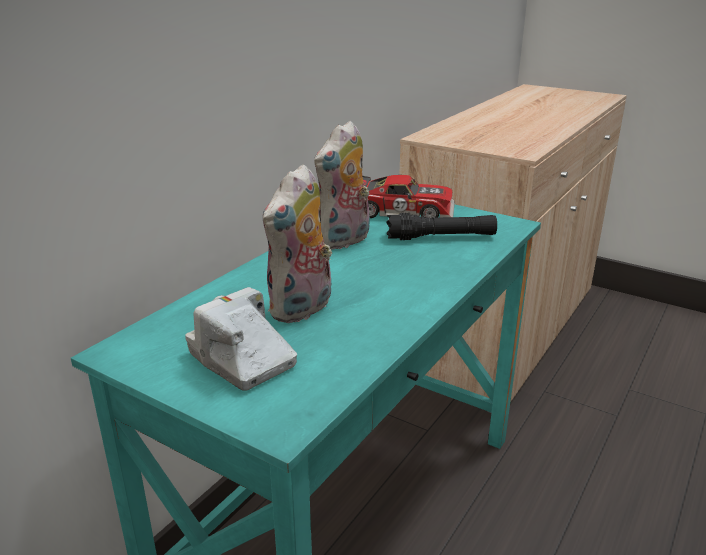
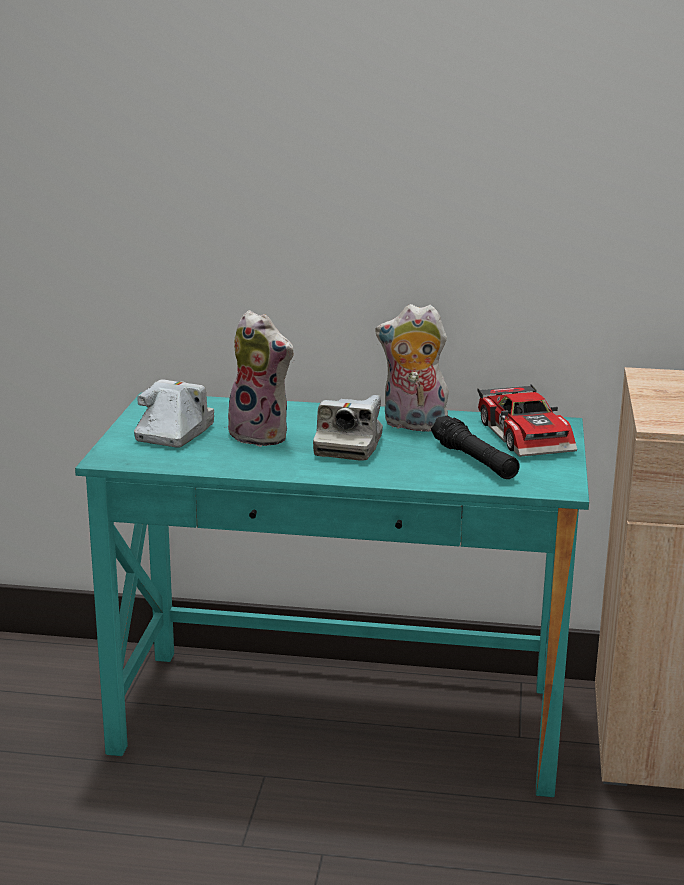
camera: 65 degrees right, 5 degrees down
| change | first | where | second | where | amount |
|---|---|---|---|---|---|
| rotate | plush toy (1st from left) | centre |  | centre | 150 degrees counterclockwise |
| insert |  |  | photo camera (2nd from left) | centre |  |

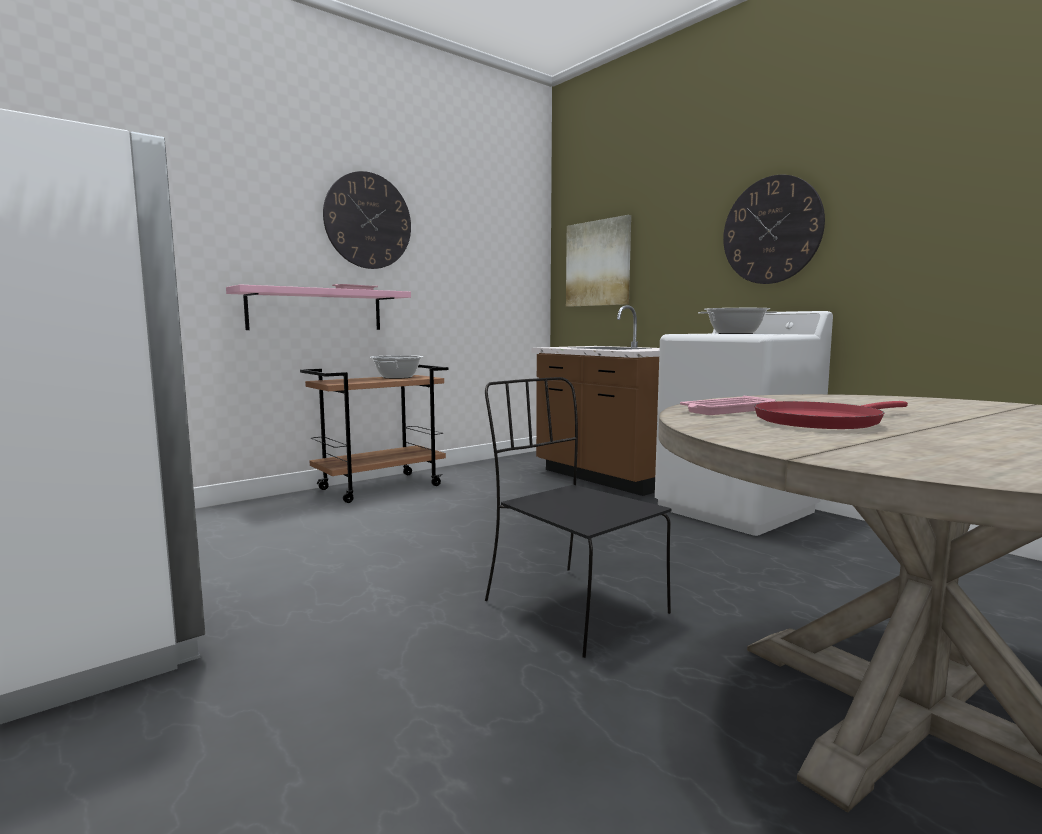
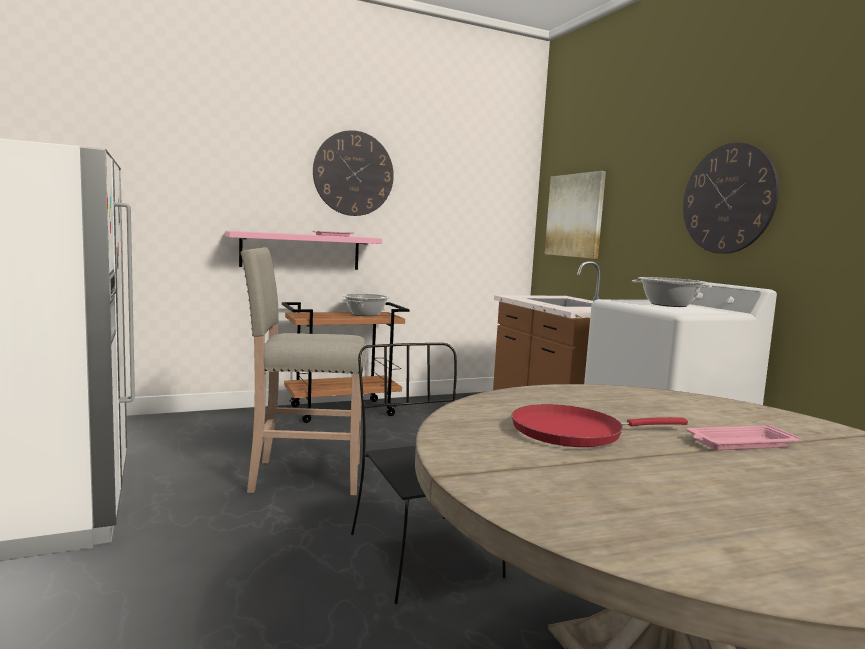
camera: 15 degrees right, 0 degrees up
| change | first | where | second | where | amount |
|---|---|---|---|---|---|
| insert |  |  | beige stool | centre |  |
| move | pink tray (2nd from left) | middle right |  | bottom right |  |

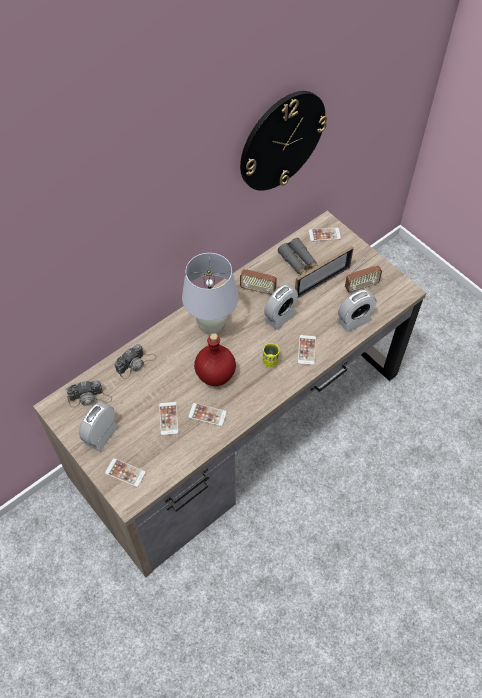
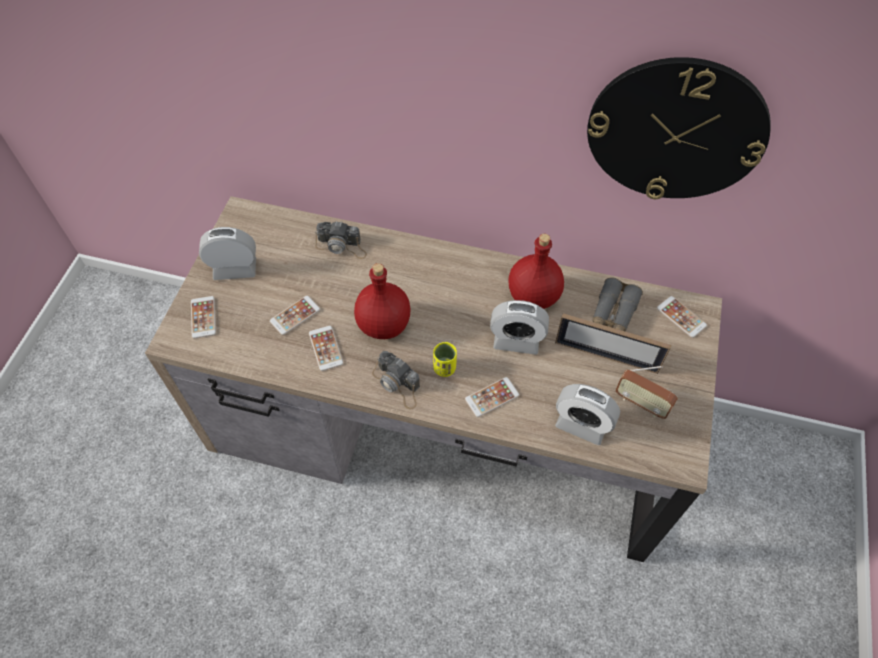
camera: 55 degrees right, 0 degrees up
| change | first | where | second | where | amount |
|---|---|---|---|---|---|
| move | photo camera (1st from left in the first image) | middle left | photo camera (2nd from left) | centre |  |
| replace | radio (1st from left) | centre | red bottle (2nd from left) | centre |  |
| delete | white table lamp | centre |  |  |  |

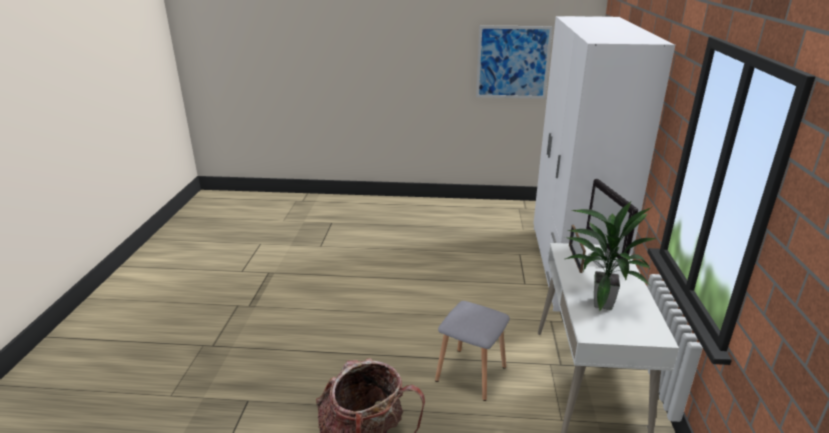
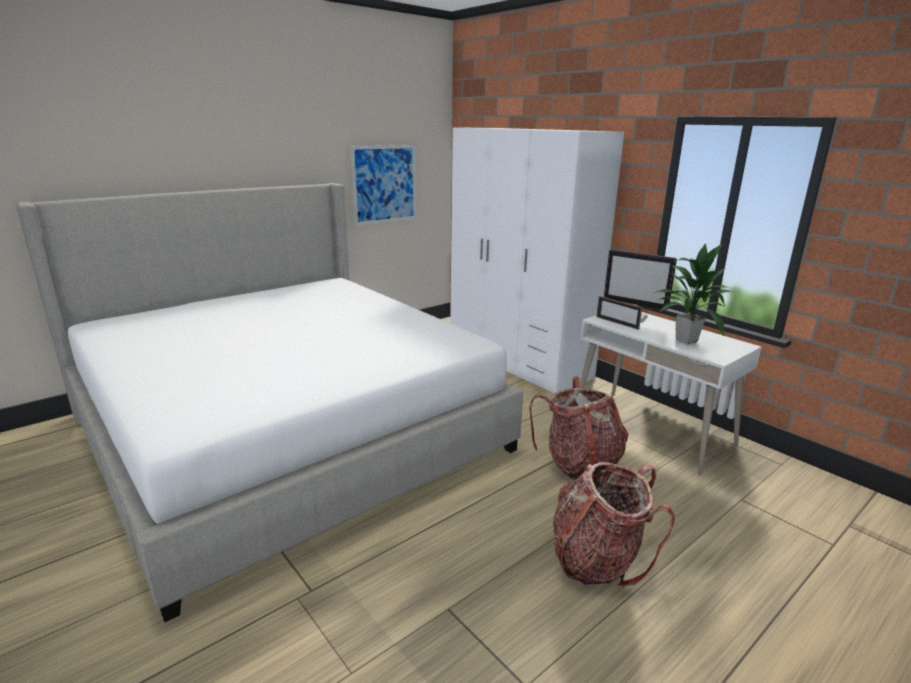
camera: 45 degrees left, 5 degrees down
| change | first | where | second | where | amount |
|---|---|---|---|---|---|
| insert |  |  | bed | middle left |  |
| replace | grey stool | bottom centre | backpack (1st from left) | centre |  |

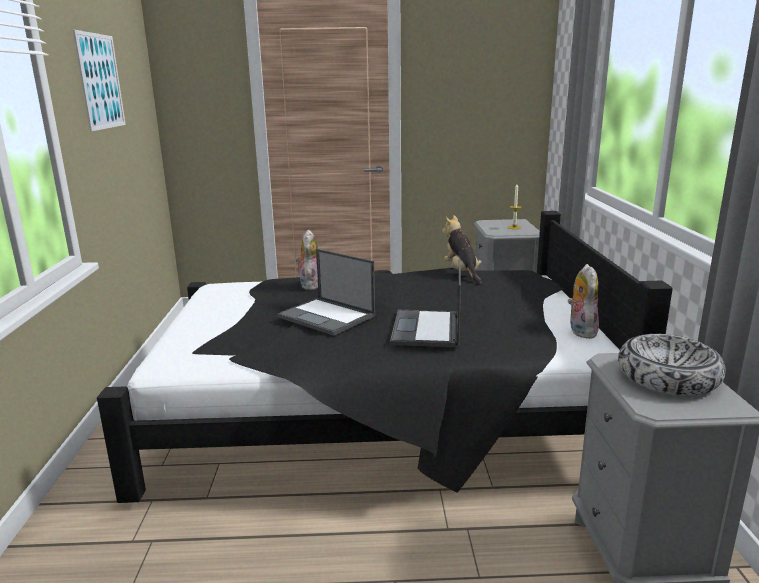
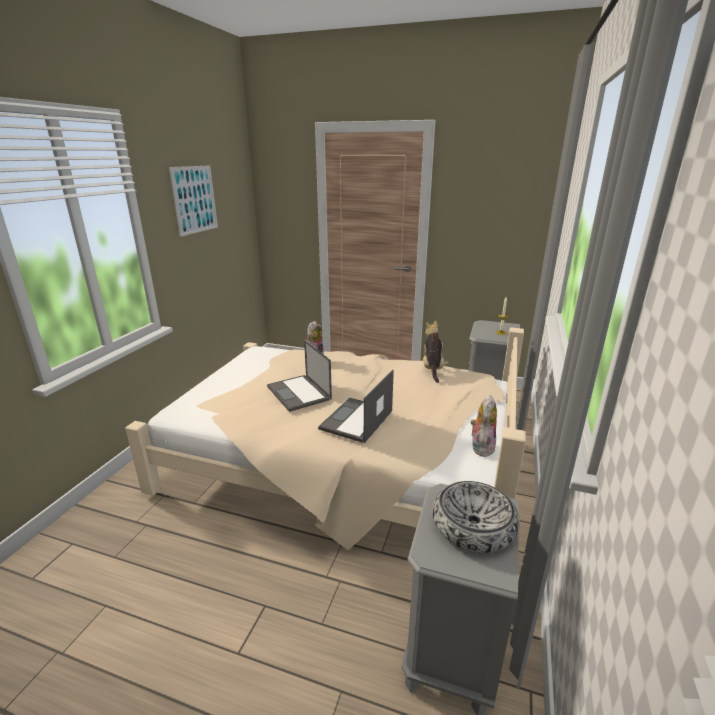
camera: 20 degrees right, 5 degrees up
| change | first | where | second | where | amount |
|---|---|---|---|---|---|
| recolor | black bed | centre | beige bed | centre |  |

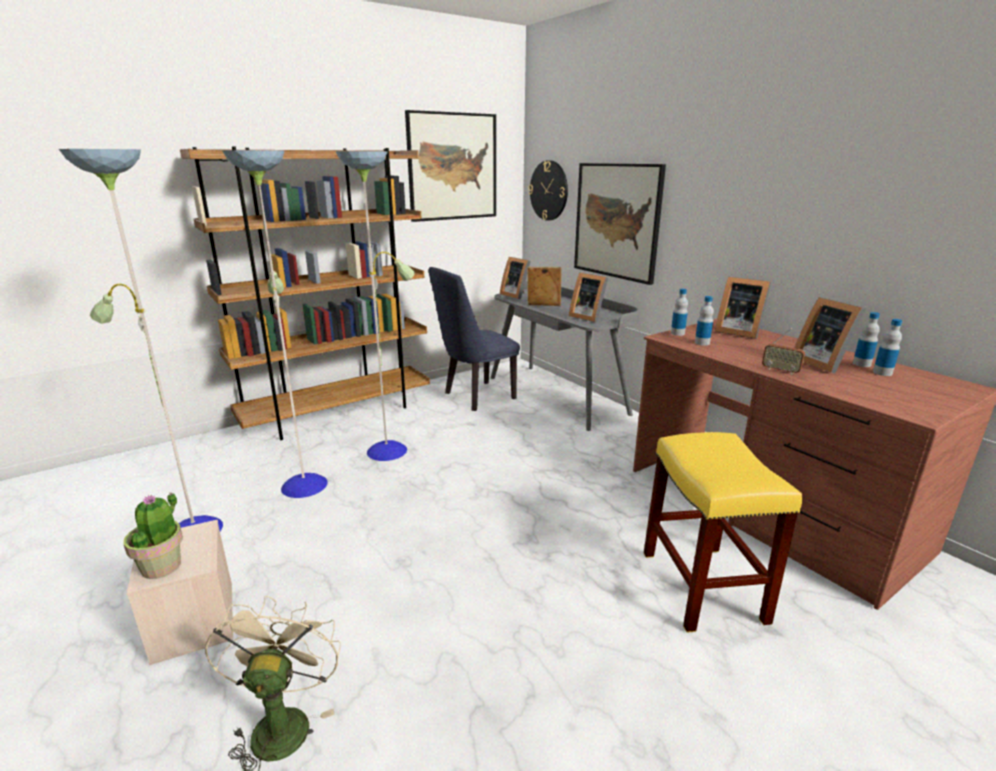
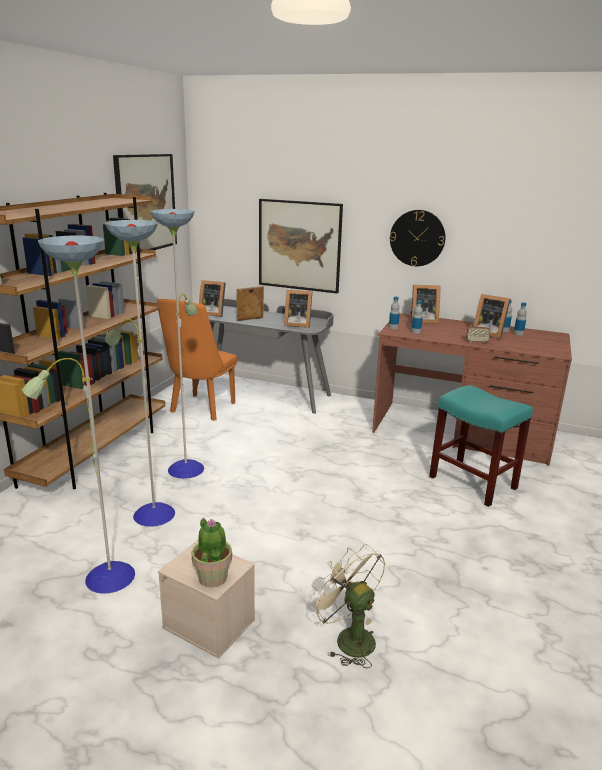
camera: 35 degrees left, 0 degrees up
| change | first | where | second | where | amount |
|---|---|---|---|---|---|
| recolor | blue chair | centre | orange chair | middle left |  |
| move | wall clock | top centre |  | top right |  |
| recolor | yellow stool | bottom right | turquoise stool | middle right |  |

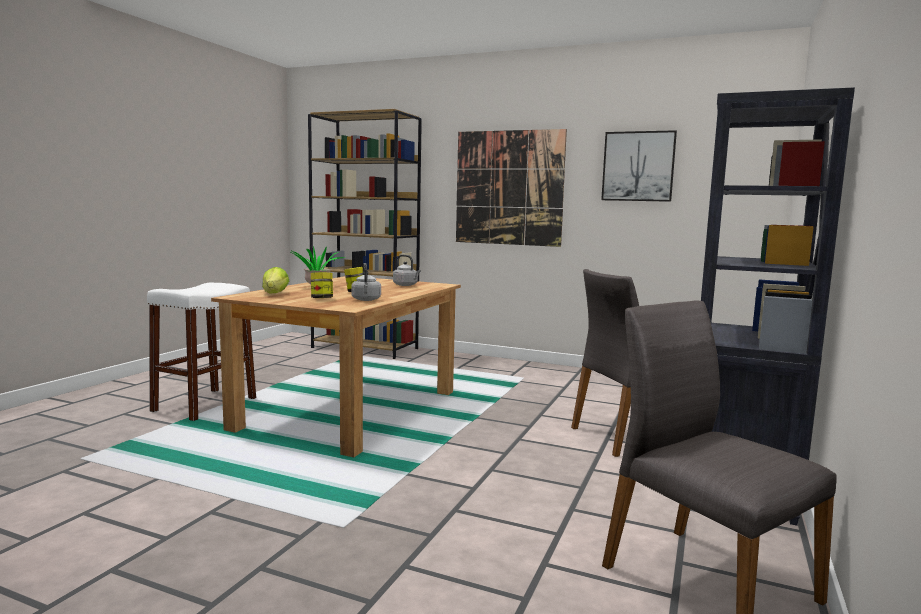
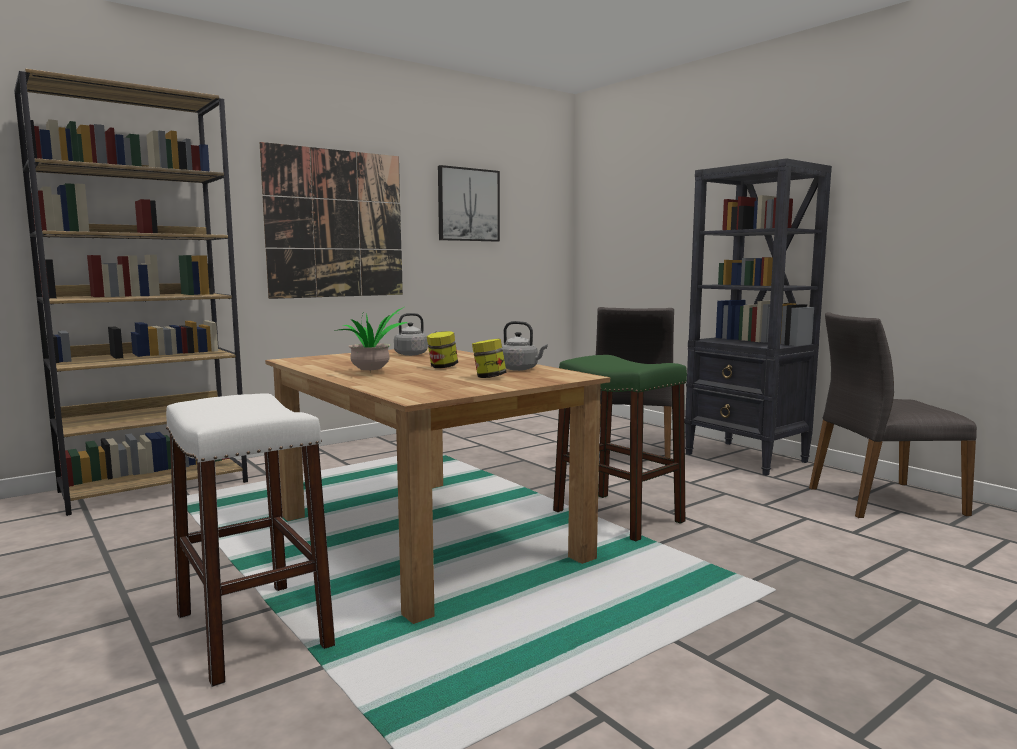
camera: 60 degrees left, 0 degrees up
| change | first | where | second | where | amount |
|---|---|---|---|---|---|
| insert |  |  | green stool | centre |  |
| delete | lettuce | middle left |  |  |  |

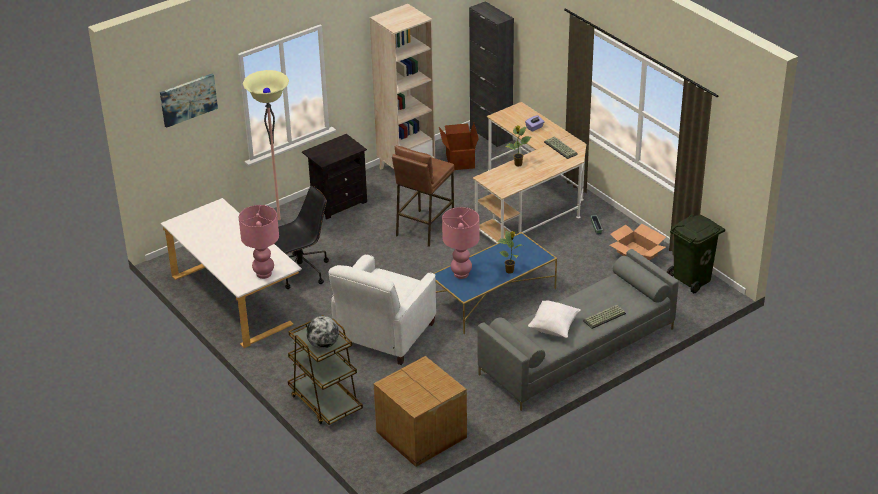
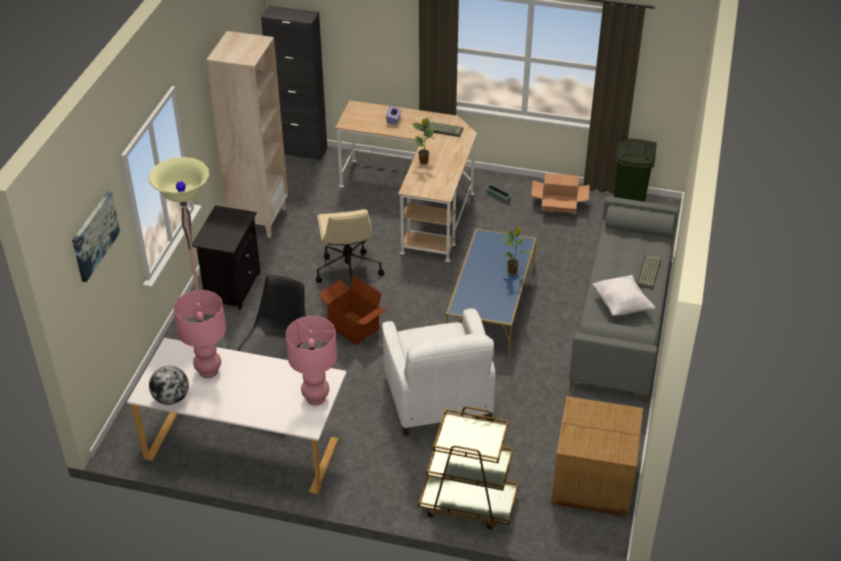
camera: 40 degrees left, 5 degrees up
| change | first | where | second | where | amount |
|---|---|---|---|---|---|
| move | globe | bottom centre |  | bottom left |  |
| move | pink table lamp (2nd from left in the first image) | centre | pink table lamp (1st from left) | middle left |  |
| replace | brown stool | centre | beige office chair | centre |  |
| move | cardboard box (2nd from left in the first image) | top centre | cardboard box (1st from left) | centre |  |

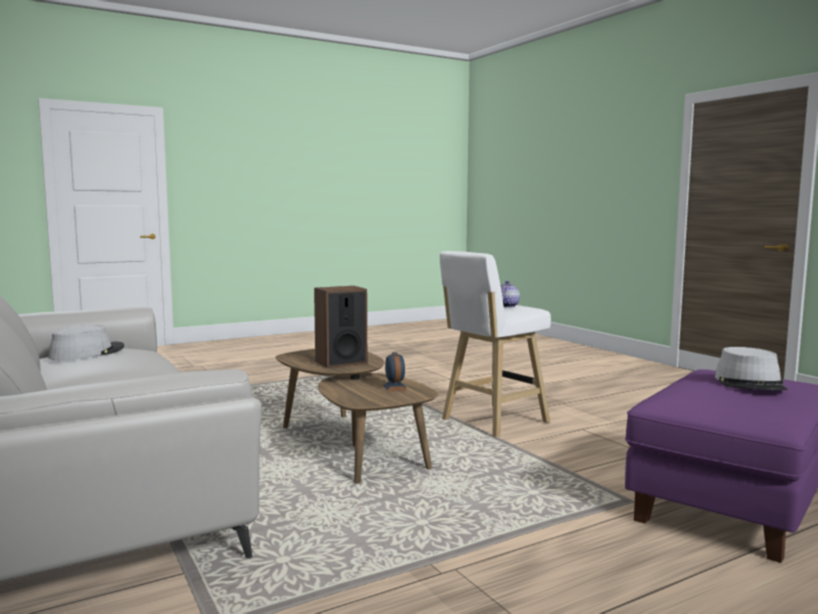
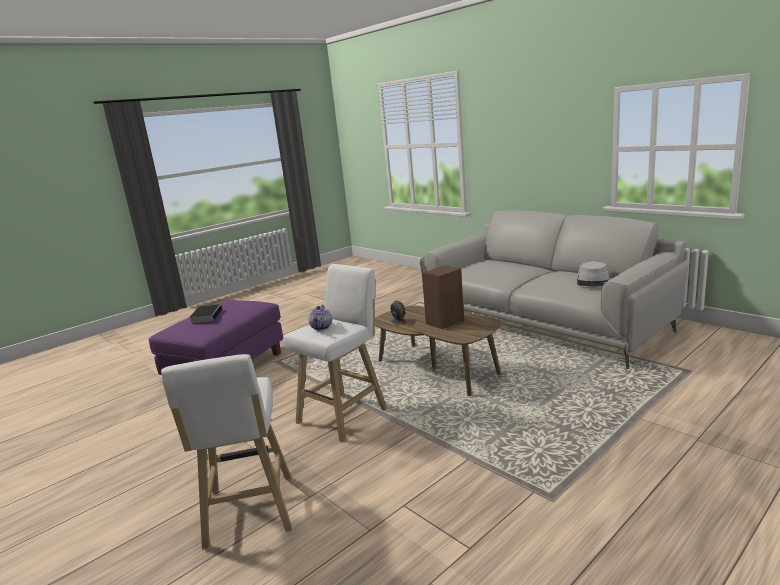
camera: 170 degrees right, 10 degrees up
| change | first | where | second | where | amount |
|---|---|---|---|---|---|
| insert |  |  | white stool (1st from left) | bottom left |  |
| replace | grey hat (2nd from left) | middle right | book | middle left |  |

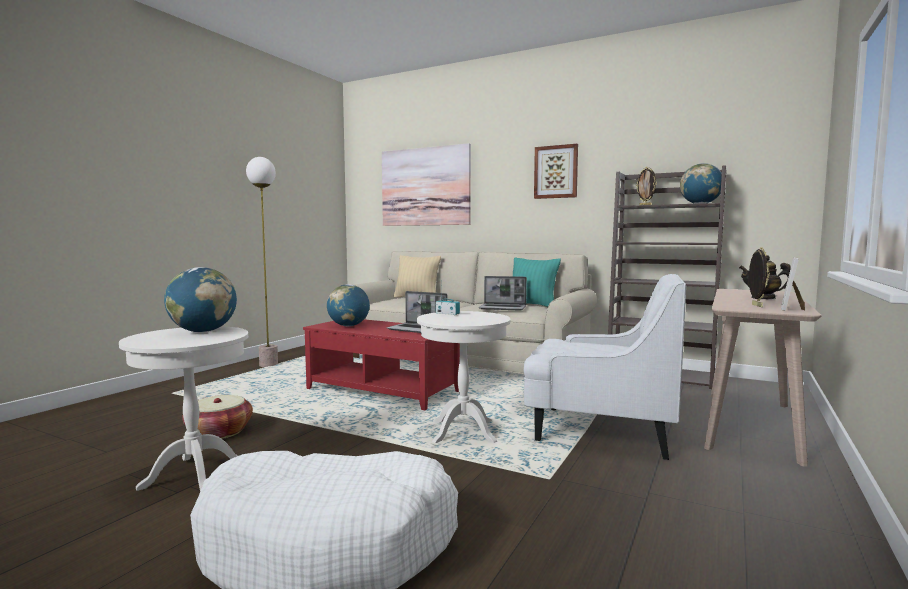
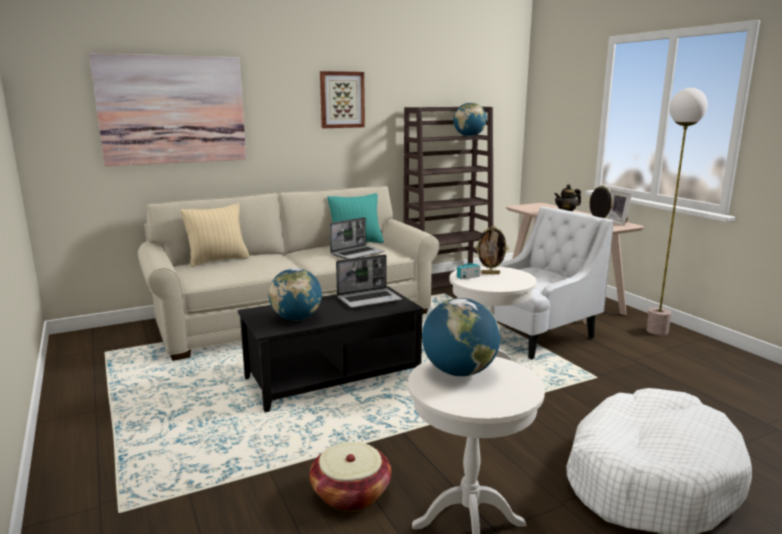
camera: 55 degrees left, 10 degrees up
| change | first | where | second | where | amount |
|---|---|---|---|---|---|
| recolor | red coffee table | centre | black coffee table | centre |  |
| move | picture frame (1st from left) | top right |  | centre |  |
| move | floor lamp | middle left |  | middle right |  |

